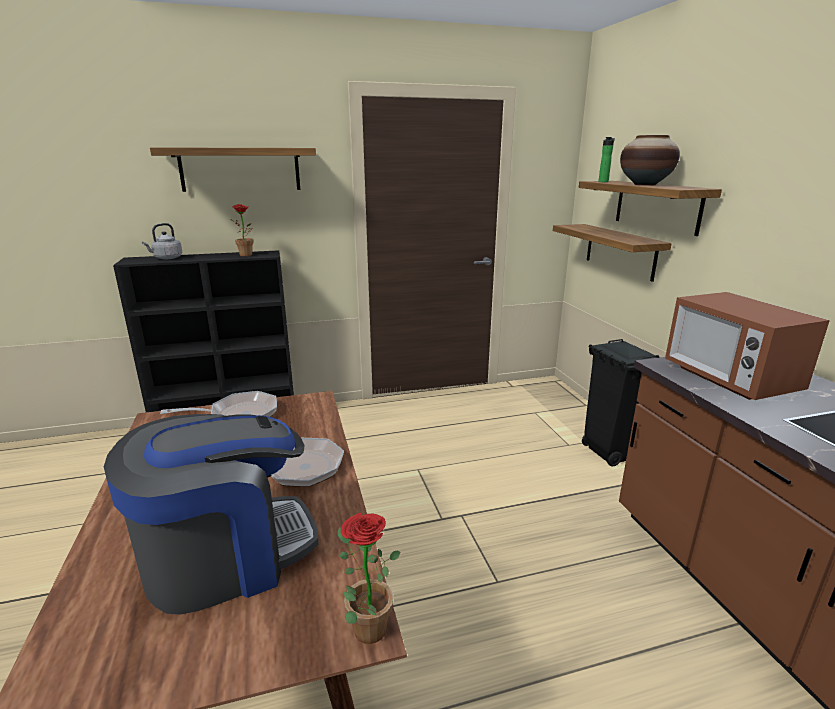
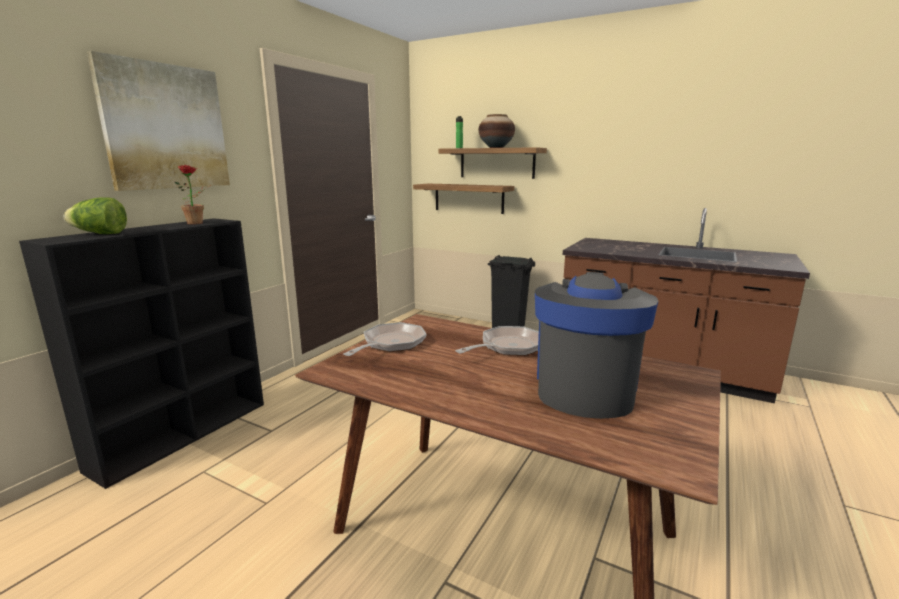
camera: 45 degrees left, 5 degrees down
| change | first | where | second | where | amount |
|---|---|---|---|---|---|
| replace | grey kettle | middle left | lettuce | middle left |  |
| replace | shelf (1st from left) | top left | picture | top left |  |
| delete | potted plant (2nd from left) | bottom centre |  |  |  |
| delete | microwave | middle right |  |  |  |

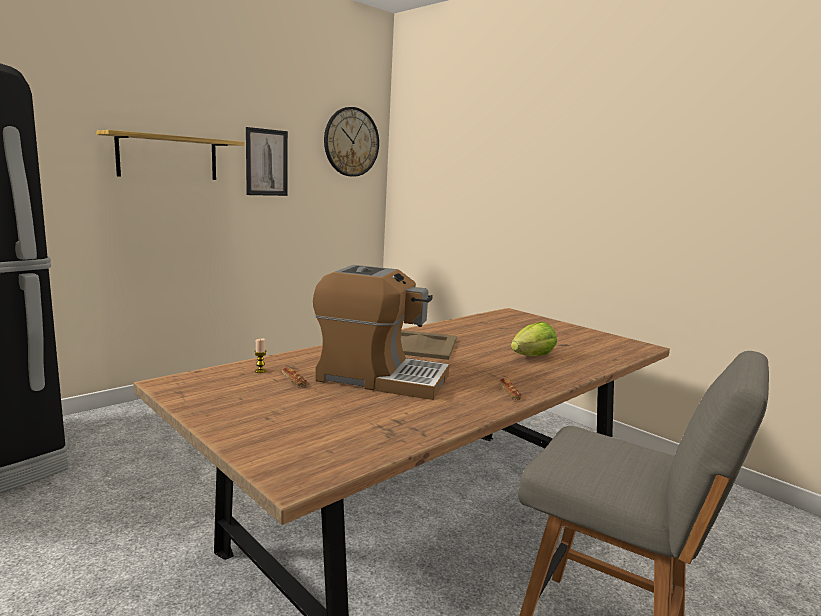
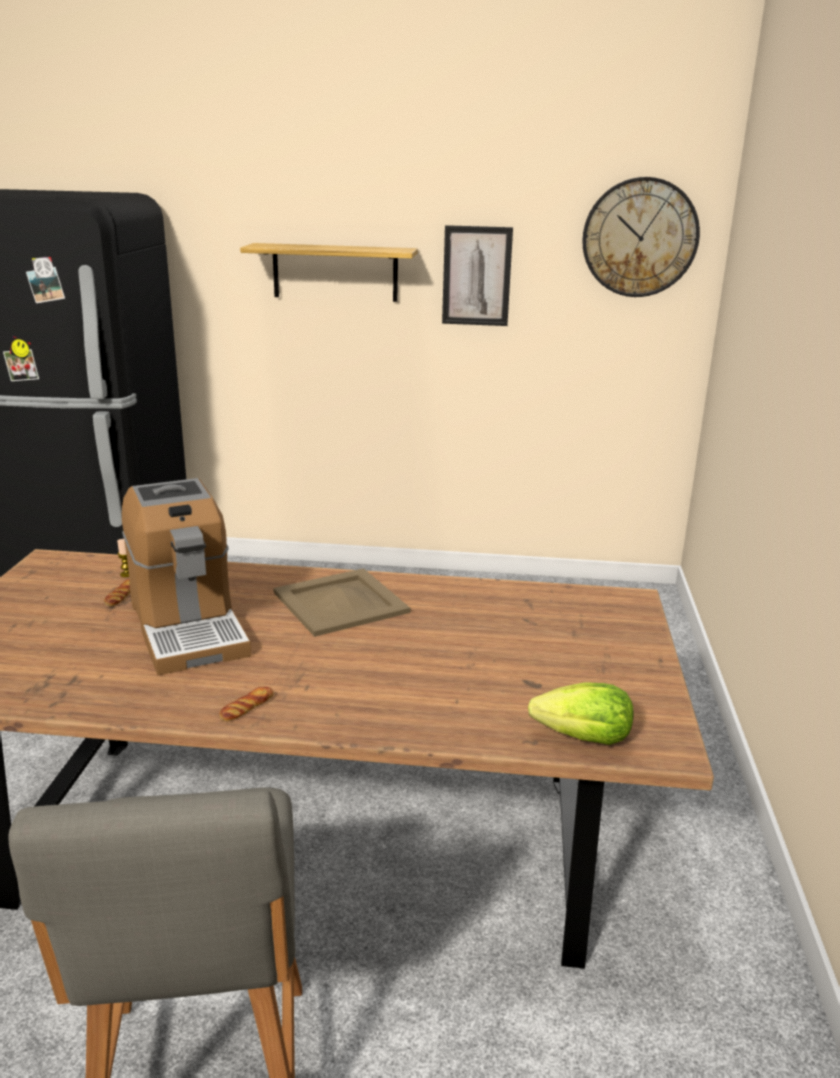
camera: 50 degrees right, 10 degrees up
| change | first | where | second | where | amount |
|---|---|---|---|---|---|
| move | lettuce | centre |  | middle right |  |

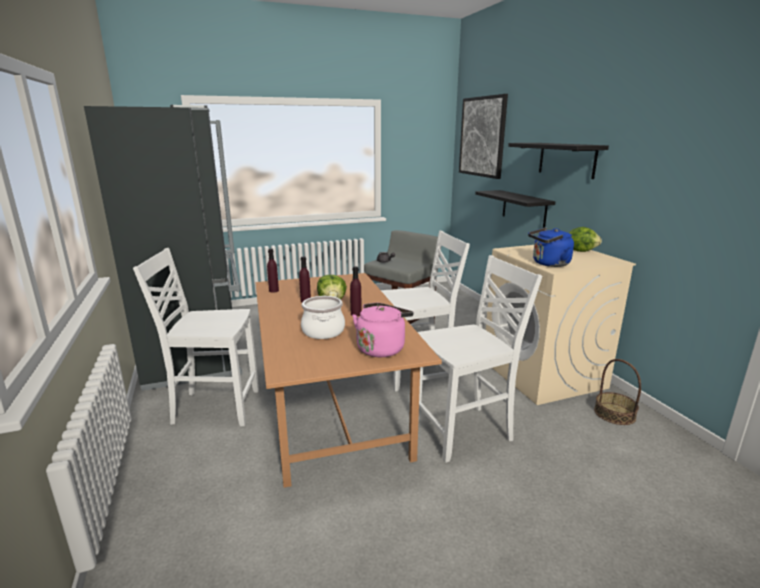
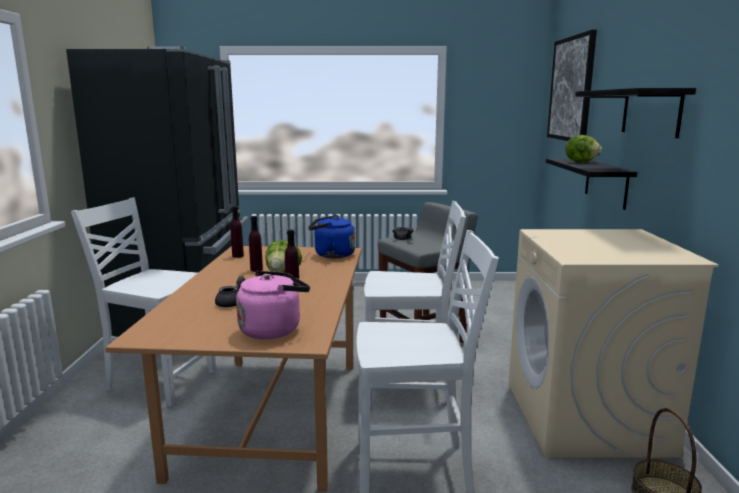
camera: 20 degrees right, 5 degrees down
| change | first | where | second | where | amount |
|---|---|---|---|---|---|
| replace | cooking pot | centre | grey teapot (1st from left) | middle left |  |
| move | blue kettle | middle right |  | centre |  |
| move | lettuce (2nd from left) | middle right |  | top right |  |

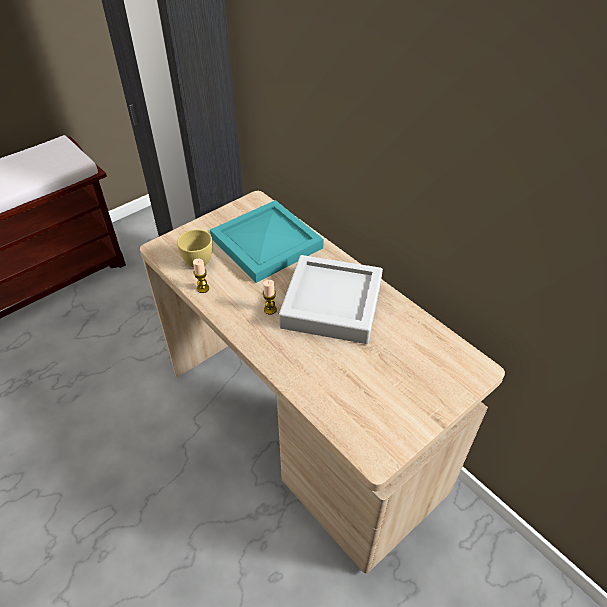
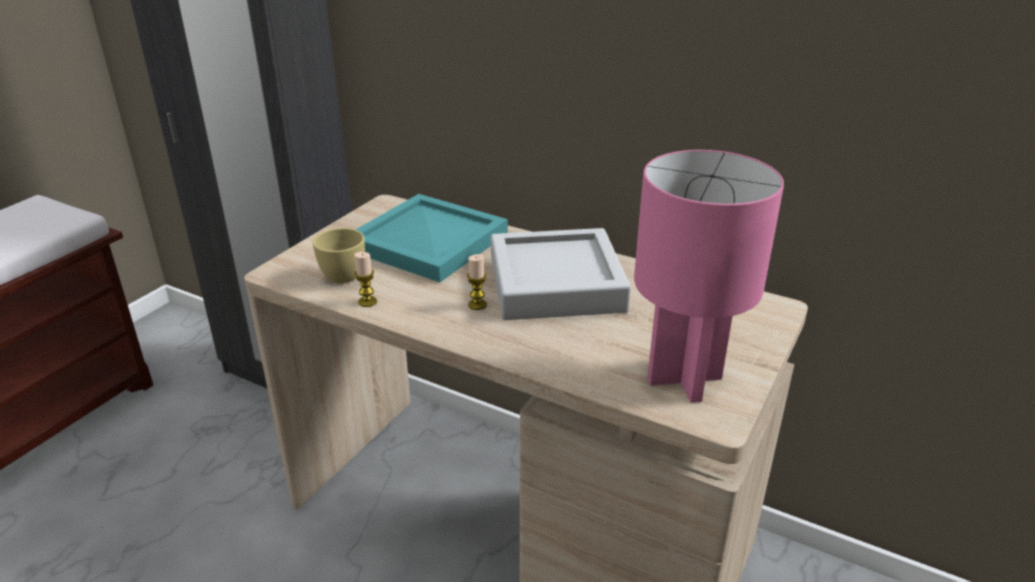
camera: 20 degrees left, 15 degrees down
| change | first | where | second | where | amount |
|---|---|---|---|---|---|
| insert |  |  | pink table lamp | middle right |  |

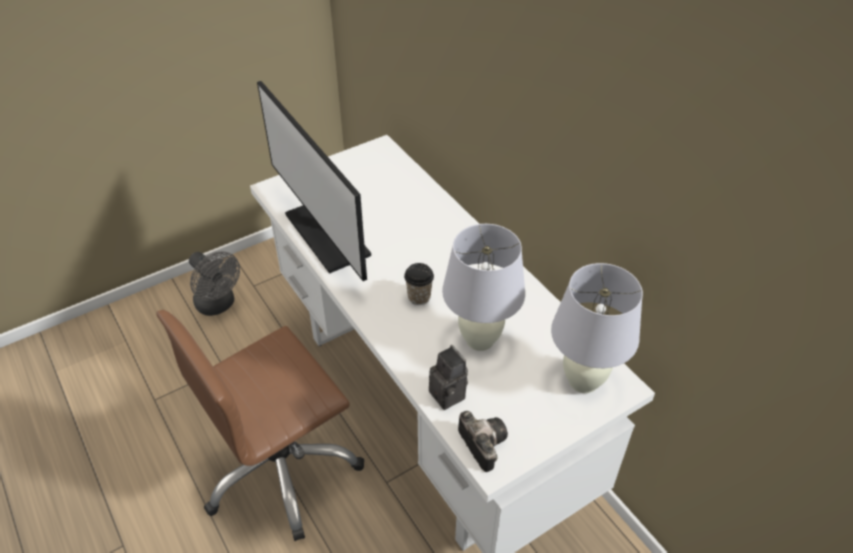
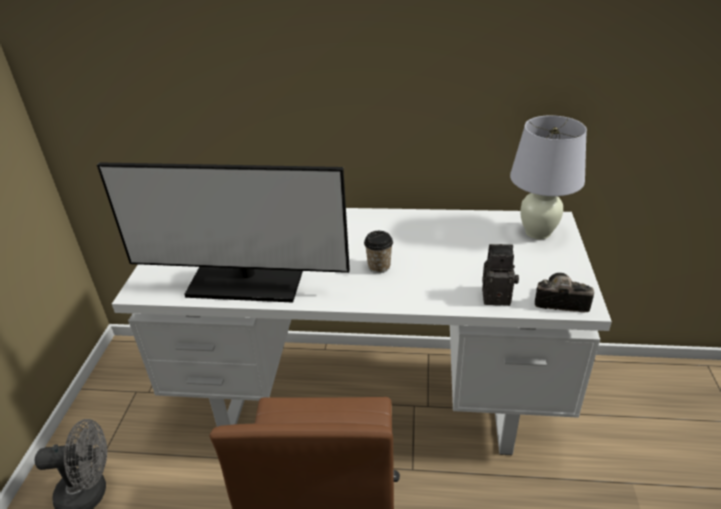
camera: 50 degrees left, 10 degrees down
| change | first | where | second | where | amount |
|---|---|---|---|---|---|
| delete | white table lamp (1st from left) | centre |  |  |  |

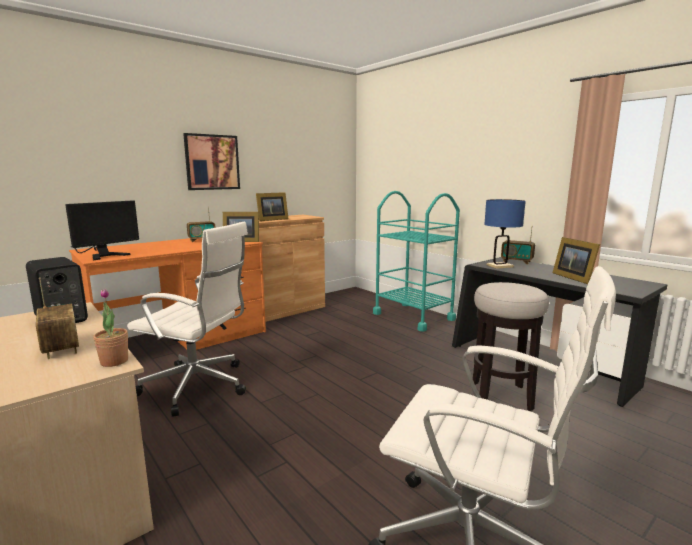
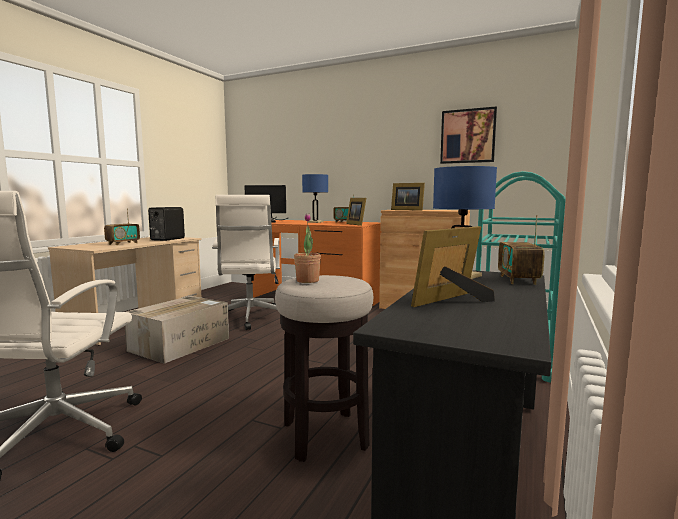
camera: 65 degrees right, 5 degrees down
| change | first | where | second | where | amount |
|---|---|---|---|---|---|
| insert |  |  | cardboard box | middle left |  |
| move | potted plant | middle left |  | centre |  |
| insert |  |  | blue table lamp (1st from left) | centre |  |
| move | picture | top left |  | top right |  |

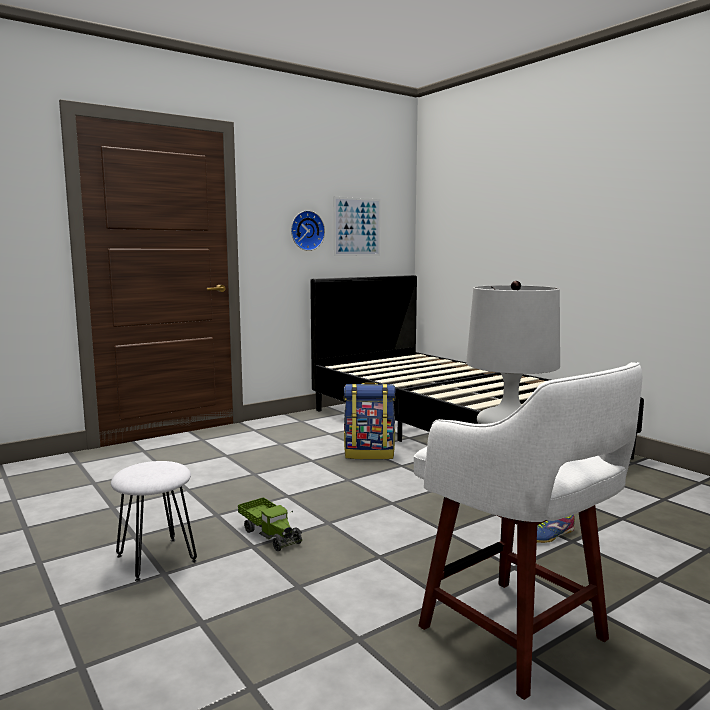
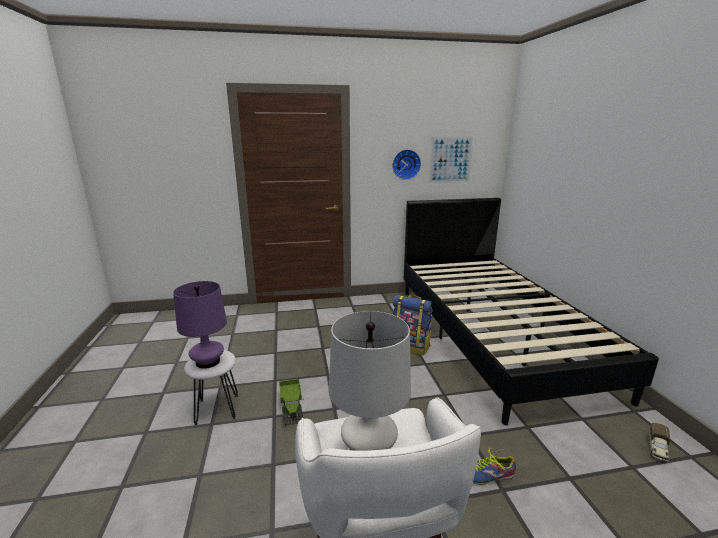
camera: 25 degrees right, 10 degrees up
| change | first | where | second | where | amount |
|---|---|---|---|---|---|
| insert |  |  | purple table lamp | middle left |  |
| insert |  |  | toy truck (2nd from left) | bottom right |  |

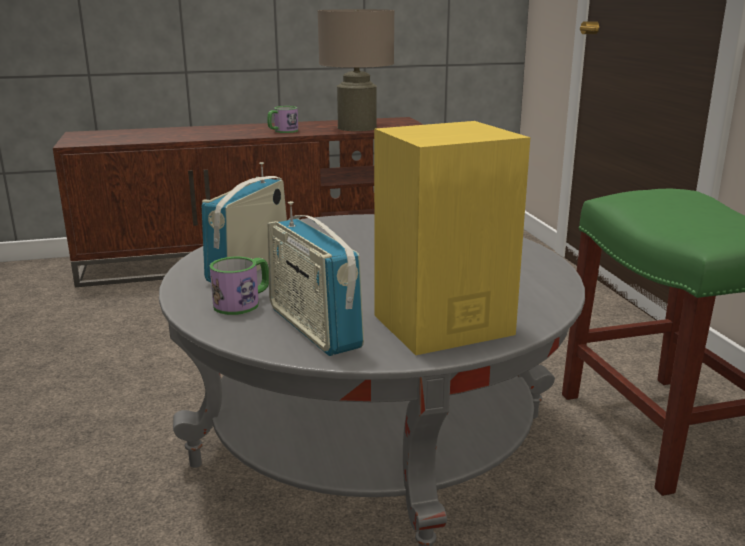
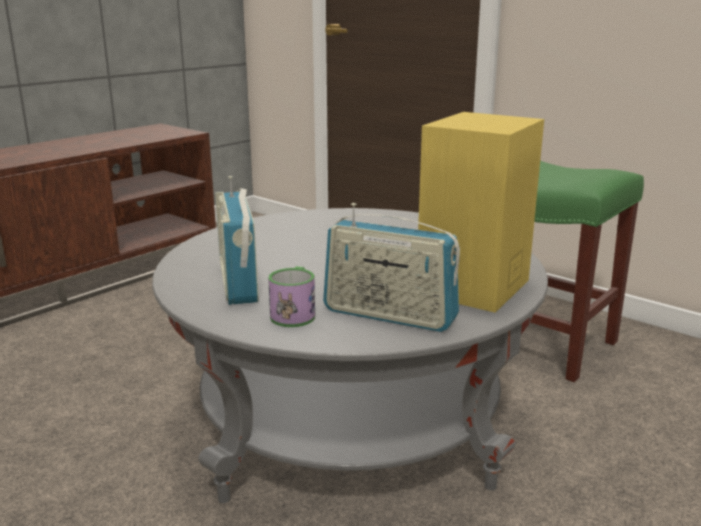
camera: 35 degrees left, 0 degrees up
| change | first | where | second | where | amount |
|---|---|---|---|---|---|
| delete | mug (2nd from left) | top centre |  |  |  |
| delete | beige table lamp | top centre |  |  |  |

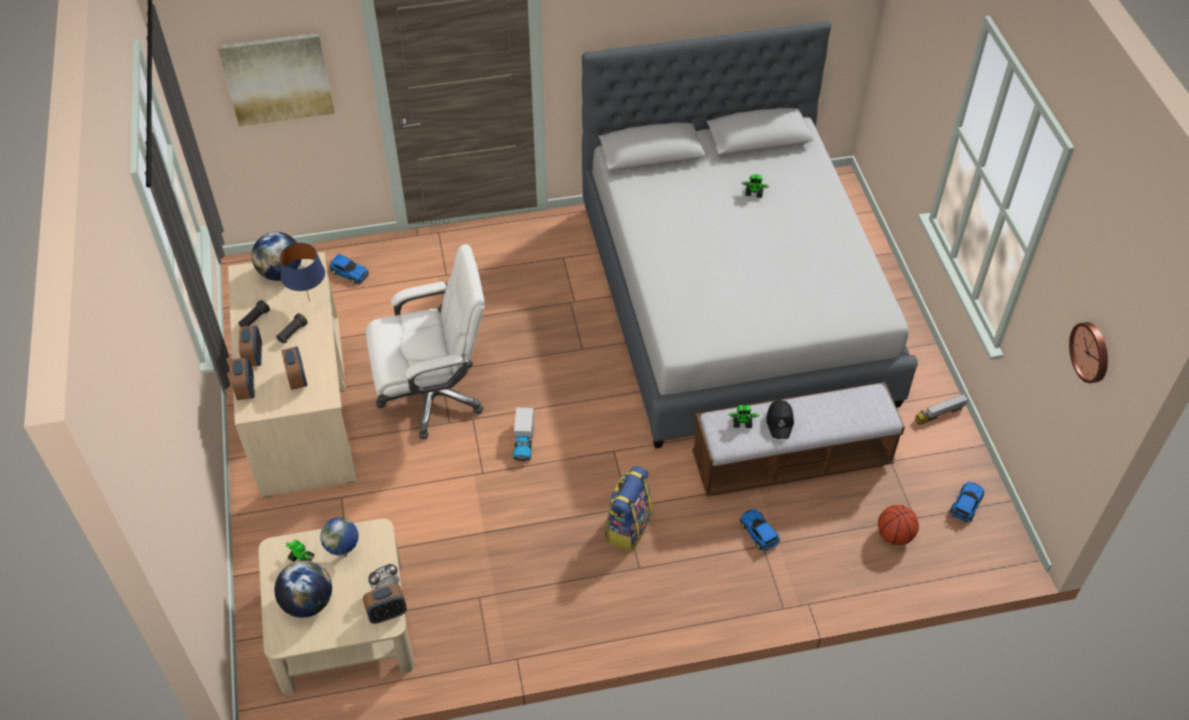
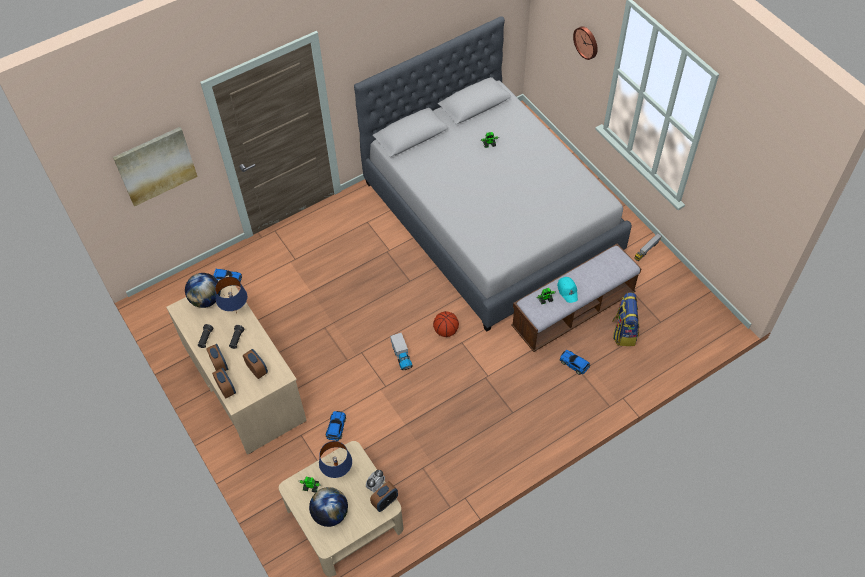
camera: 20 degrees left, 5 degrees up
| change | first | where | second | where | amount |
|---|---|---|---|---|---|
| replace | globe (3rd from left) | bottom left | blue table lamp (2nd from left) | bottom centre |  |
| move | toy car (3rd from left in the first image) | bottom right | toy car (2nd from left) | bottom centre |  |
| move | basketball | bottom right |  | centre |  |
| recolor | black cap | centre | turquoise cap | centre |  |
| move | wall clock | middle right |  | top right |  |
| move | backpack | bottom centre |  | middle right |  |
| delete | white office chair | centre |  |  |  |

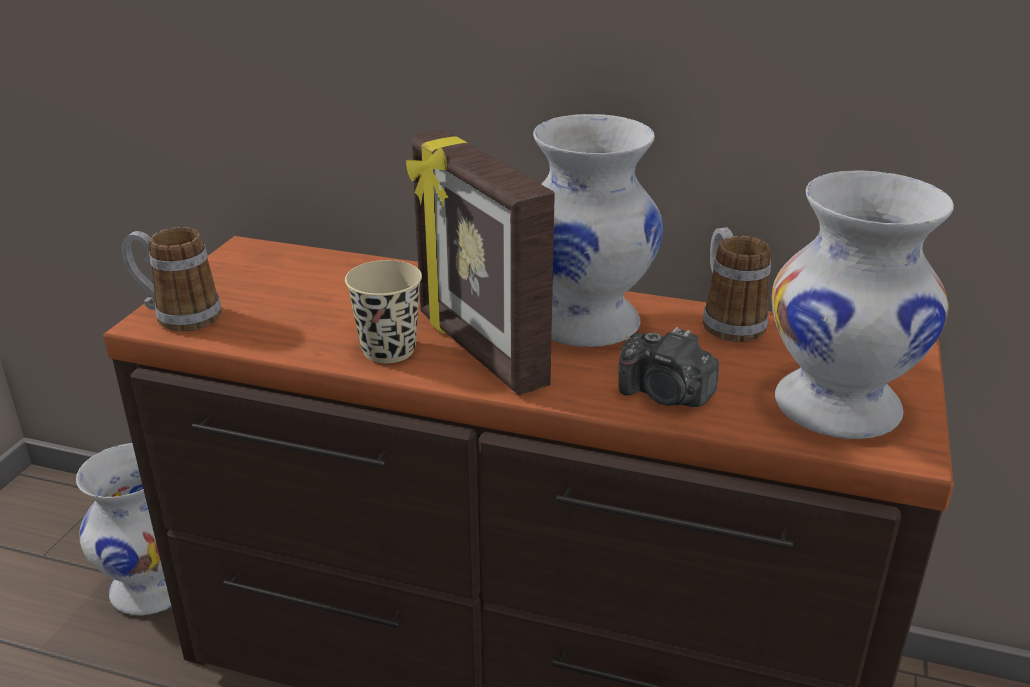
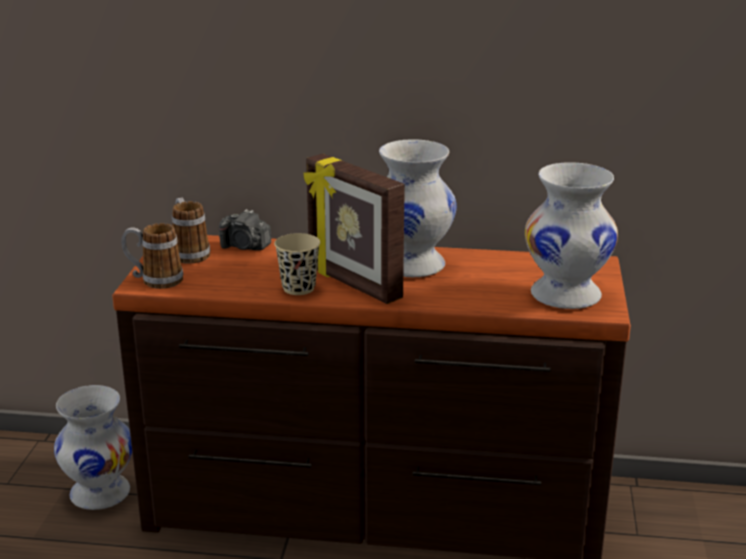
camera: 10 degrees left, 5 degrees down
| change | first | where | second | where | amount |
|---|---|---|---|---|---|
| move | mug (2nd from left) | middle right |  | middle left |  |
| move | photo camera | centre |  | middle left |  |

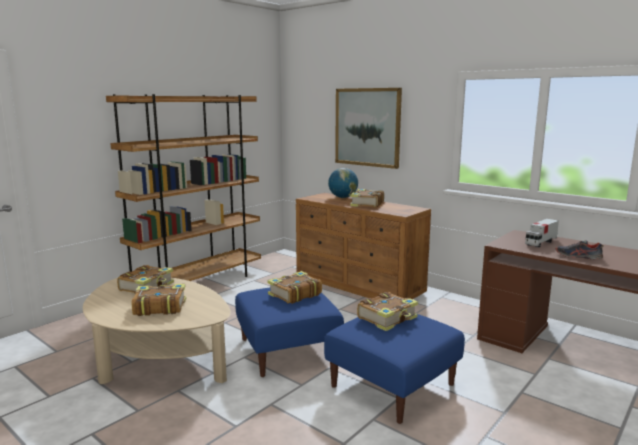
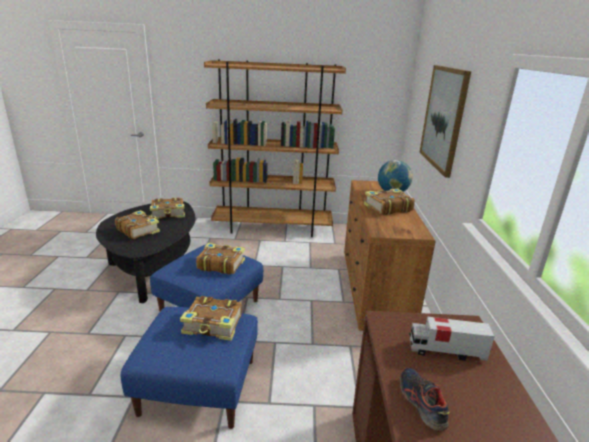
camera: 50 degrees right, 10 degrees up
| change | first | where | second | where | amount |
|---|---|---|---|---|---|
| recolor | beige coffee table | bottom left | black coffee table | middle left |  |

